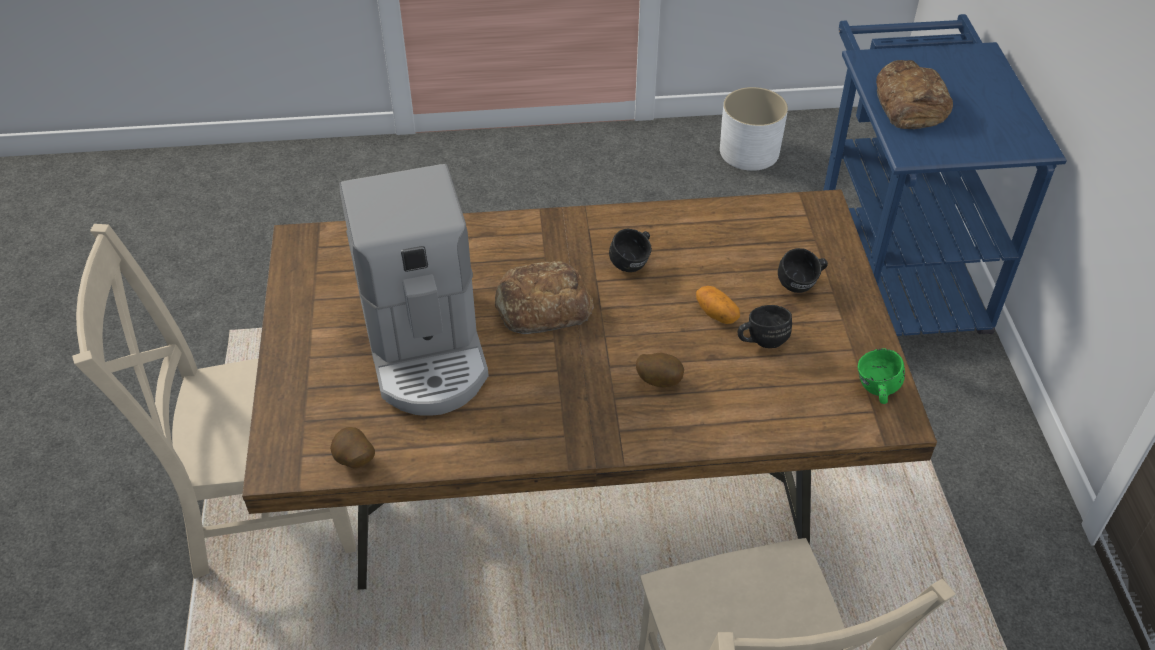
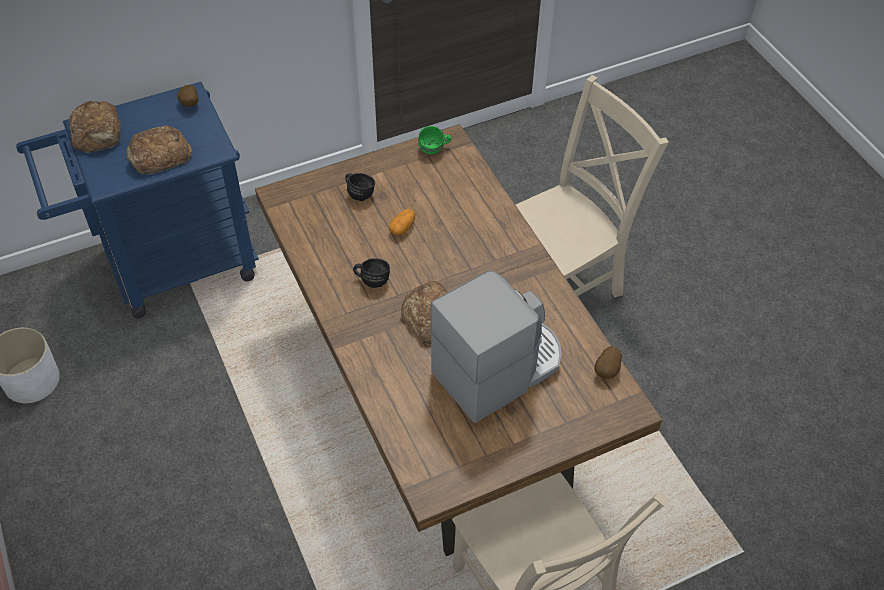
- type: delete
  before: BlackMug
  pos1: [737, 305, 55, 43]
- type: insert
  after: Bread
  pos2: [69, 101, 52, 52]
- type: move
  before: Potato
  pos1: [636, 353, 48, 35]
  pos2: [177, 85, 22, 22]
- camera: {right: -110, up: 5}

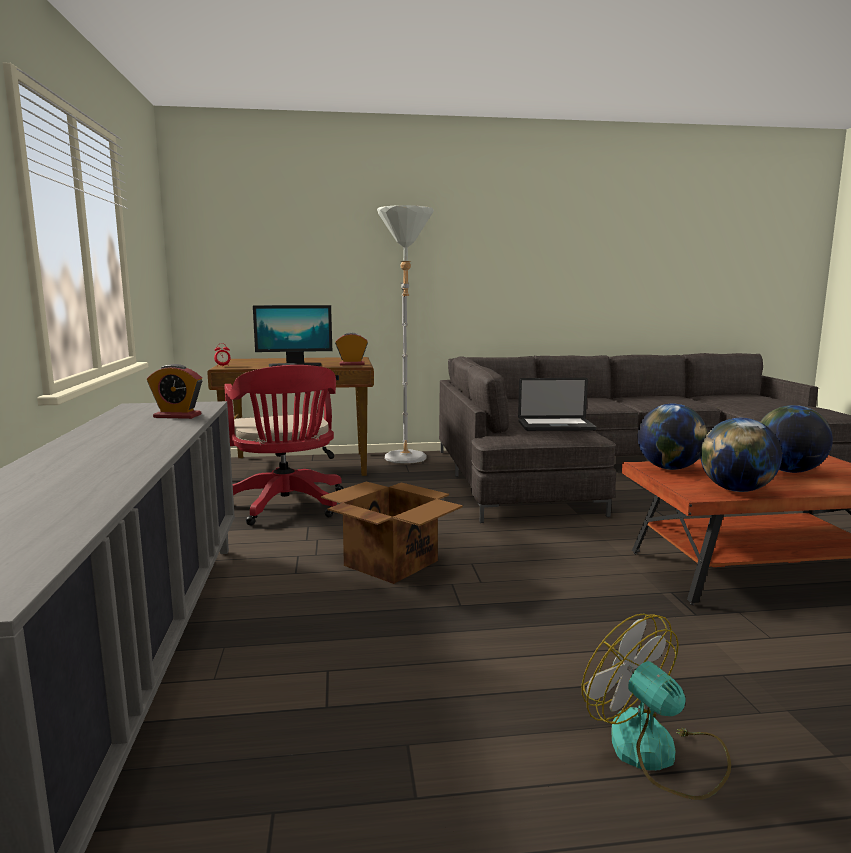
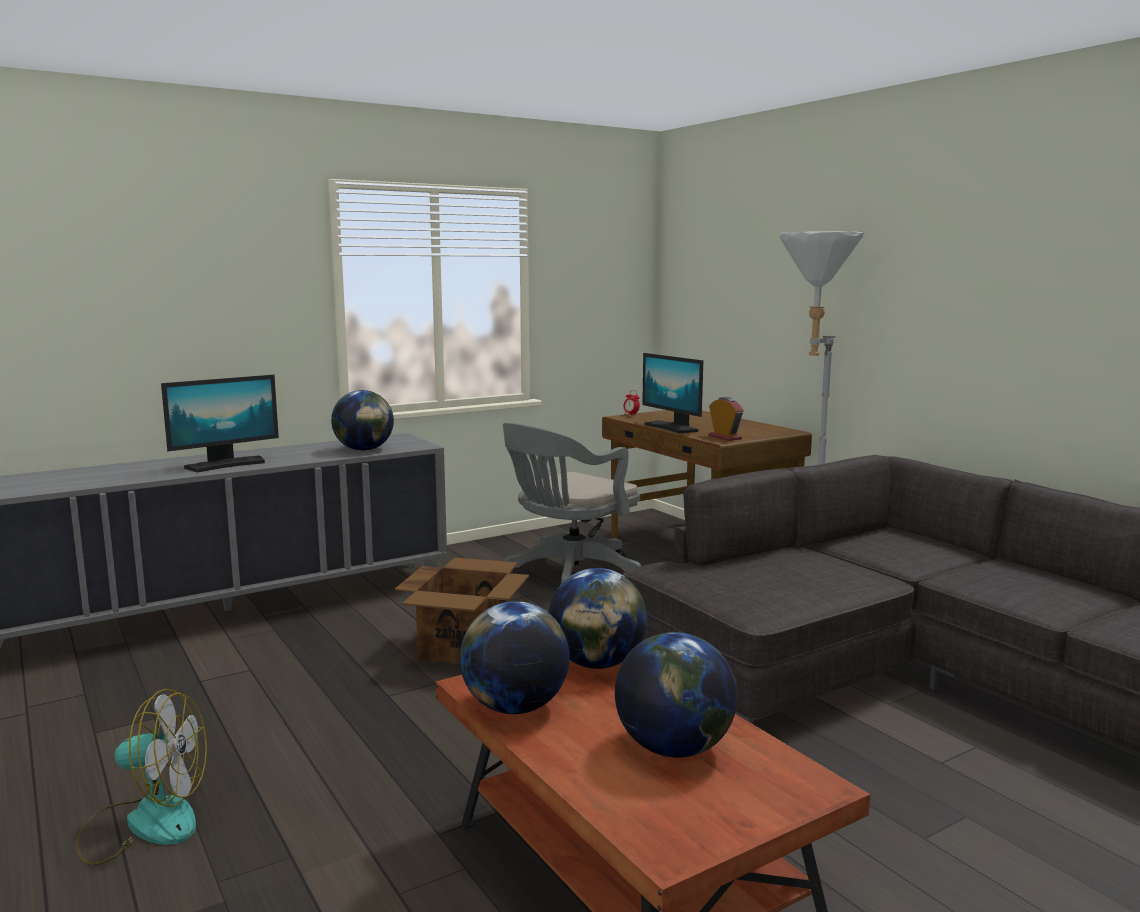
- type: delete
  before: Laptop
  pos1: [518, 378, 78, 53]
- type: insert
  after: Monitor
  pos2: [161, 375, 118, 97]
- type: replace
  before: AlarmClock
  after: Globe
  pos1: [147, 364, 55, 55]
  pos2: [331, 390, 63, 61]
- type: recolor
  before: RedOfficeChair
  after: GreyOfficeChair
  pos1: [224, 365, 120, 160]
  pos2: [503, 423, 138, 169]
- type: rotate
  before: Fan
  pos1: [582, 613, 149, 187]
  pos2: [76, 689, 131, 176]
  turn: 60
- camera: {right: 65, up: 0}

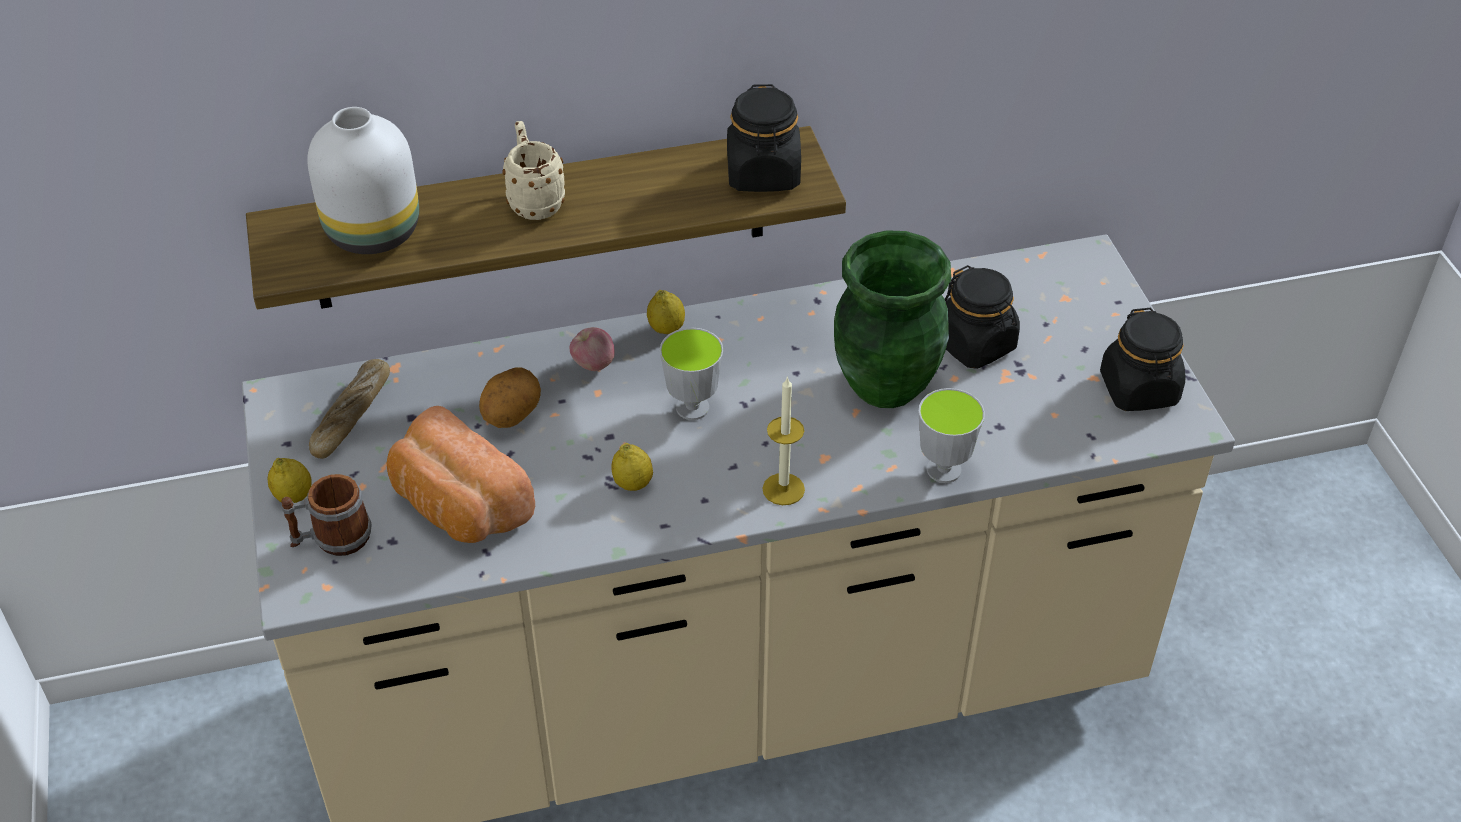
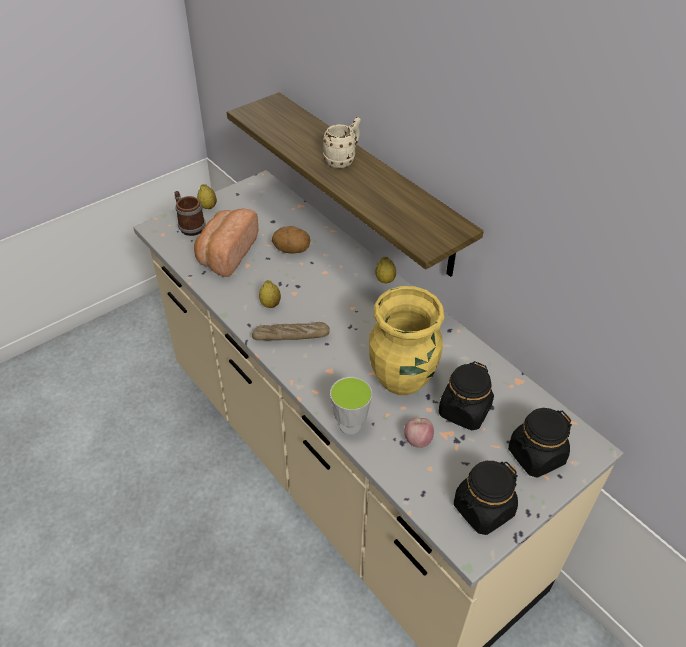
- type: delete
  before: WhiteVase
  pos1: [307, 107, 112, 147]
- type: delete
  before: Cup
  pos1: [660, 328, 63, 92]
- type: delete
  before: Candle
  pos1: [762, 376, 43, 129]
- type: move
  before: Bread
  pos1: [309, 359, 81, 100]
  pos2: [252, 322, 78, 18]
- type: move
  before: Apple
  pos1: [570, 327, 45, 44]
  pos2: [404, 418, 30, 30]
- type: move
  before: BlackJar
  pos1: [727, 84, 74, 108]
  pos2: [508, 408, 64, 70]
- type: recolor
  before: GreenVase
  after: YellowVase
  pos1: [834, 230, 117, 178]
  pos2: [369, 286, 75, 109]
- camera: {right: 65, up: 0}

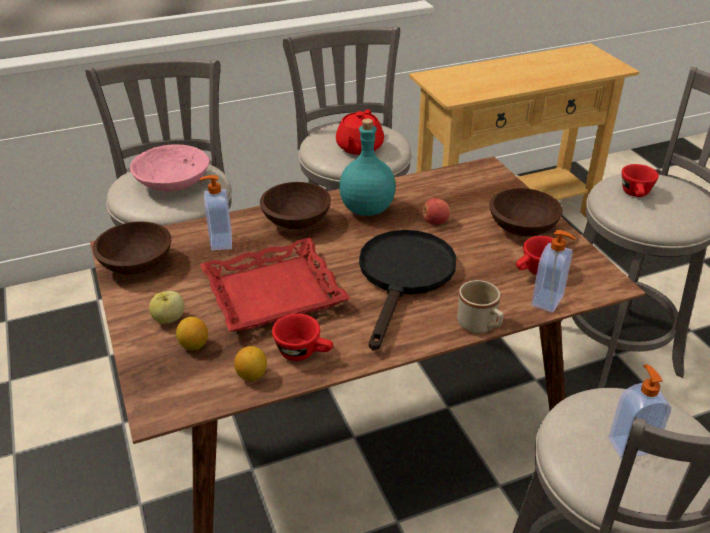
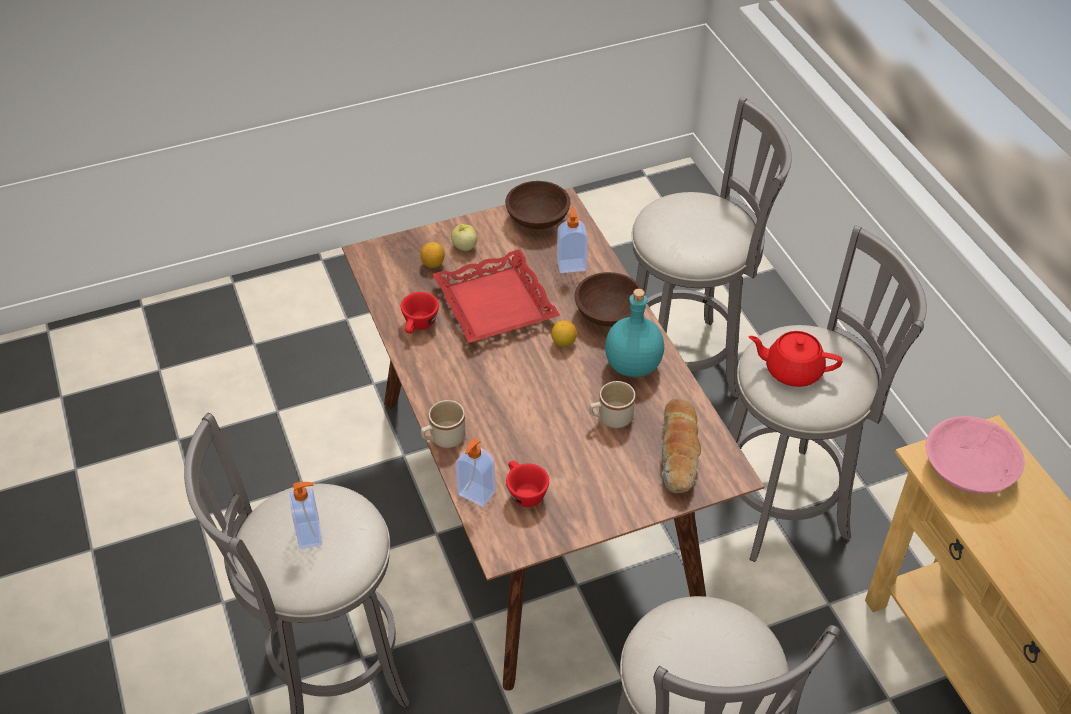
- type: delete
  before: BlackFryingPan
  pos1: [359, 230, 97, 121]
- type: delete
  before: BrownBowl
  pos1: [489, 188, 74, 48]
- type: delete
  before: RedCup
  pos1: [622, 164, 37, 33]
- type: insert
  after: Bread
  pos2: [662, 399, 39, 94]
- type: move
  before: PinkBowl
  pos1: [130, 144, 80, 48]
  pos2: [926, 416, 99, 78]
- type: move
  before: Lemon
  pos1: [234, 346, 33, 35]
  pos2: [551, 320, 26, 27]
- type: replace
  before: Apple
  after: BeigeMug
  pos1: [422, 198, 28, 27]
  pos2: [589, 381, 46, 47]
- camera: {right: 90, up: 10}

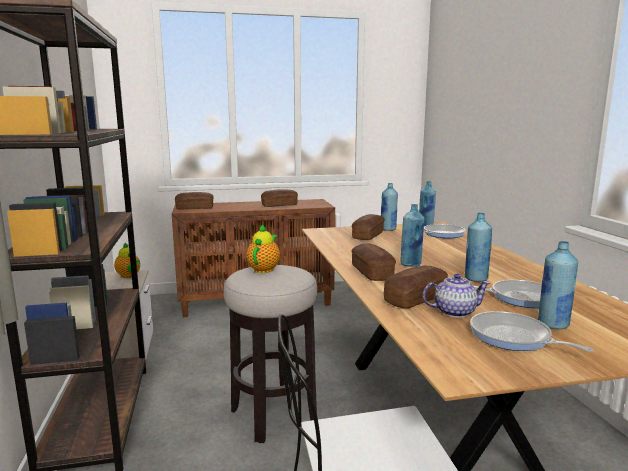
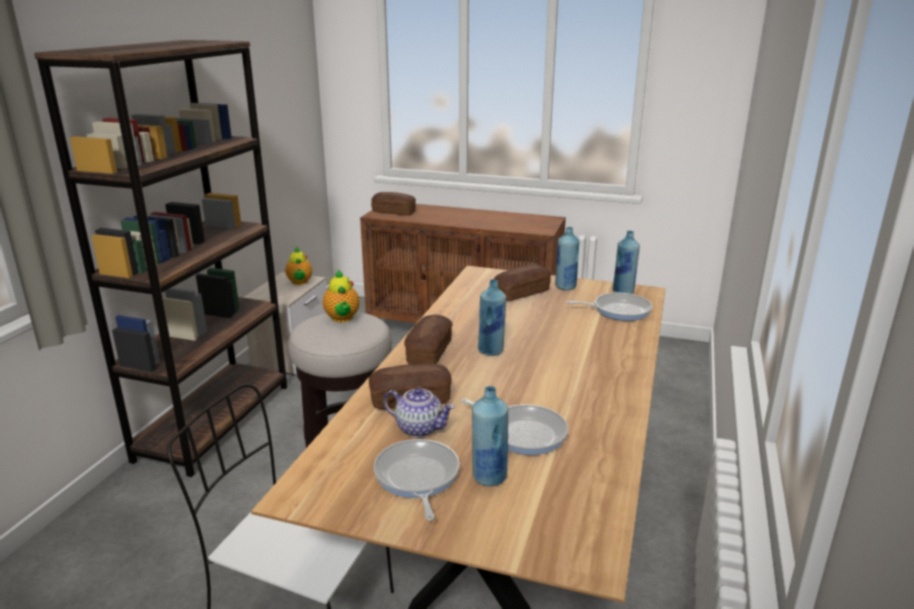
- type: delete
  before: Bread
  pos1: [261, 189, 37, 18]
- type: delete
  before: BlueBottle
  pos1: [465, 213, 27, 69]
- type: rotate
  before: Teapot
  pos1: [246, 224, 34, 49]
  pos2: [323, 270, 36, 52]
  turn: 120
- camera: {right: 30, up: 10}

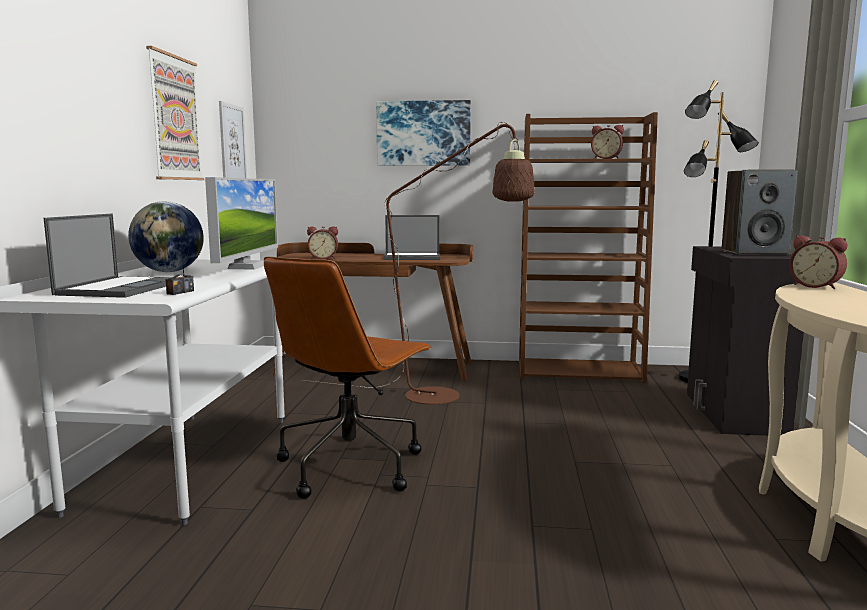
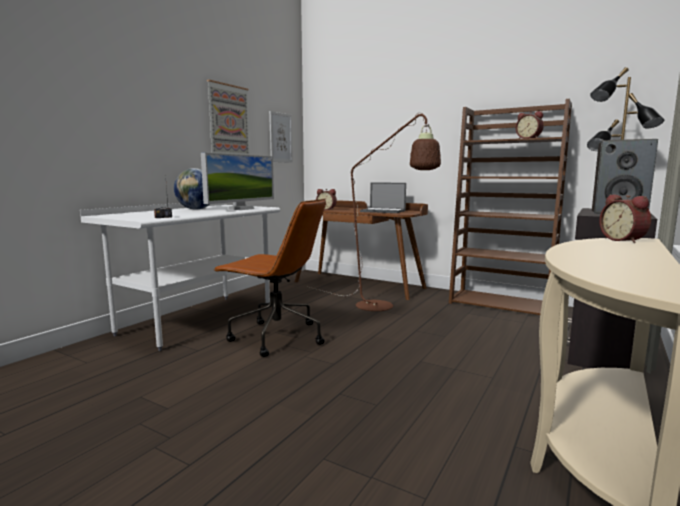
- type: delete
  before: Laptop
  pos1: [44, 214, 128, 84]
- type: delete
  before: Picture
  pos1: [376, 100, 95, 66]
- type: rotate
  before: BrownOfficeChair
  pos1: [264, 257, 168, 242]
  pos2: [213, 199, 113, 158]
  turn: -120
- camera: {right: 25, up: 0}

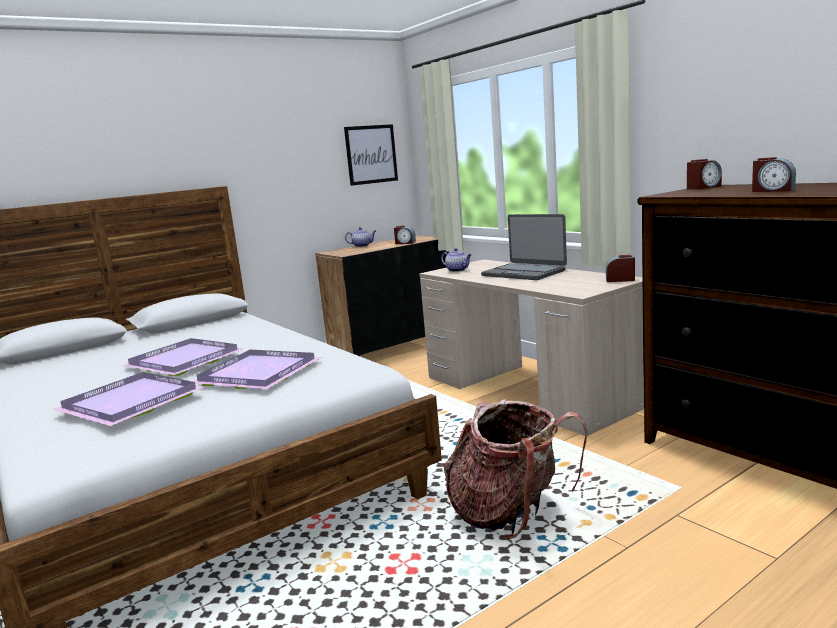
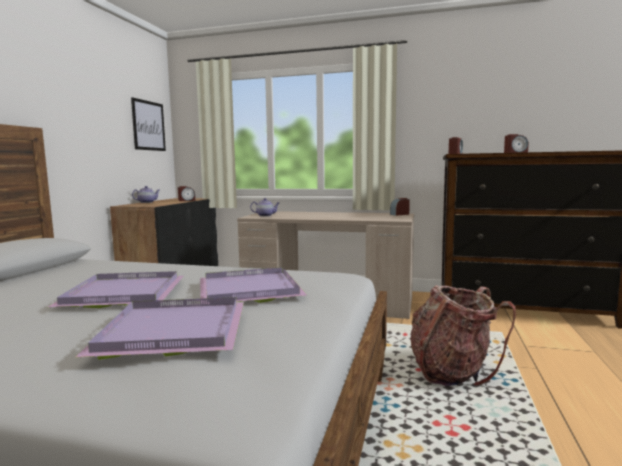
- type: delete
  before: Laptop
  pos1: [481, 214, 86, 66]
- camera: {right: -40, up: -5}

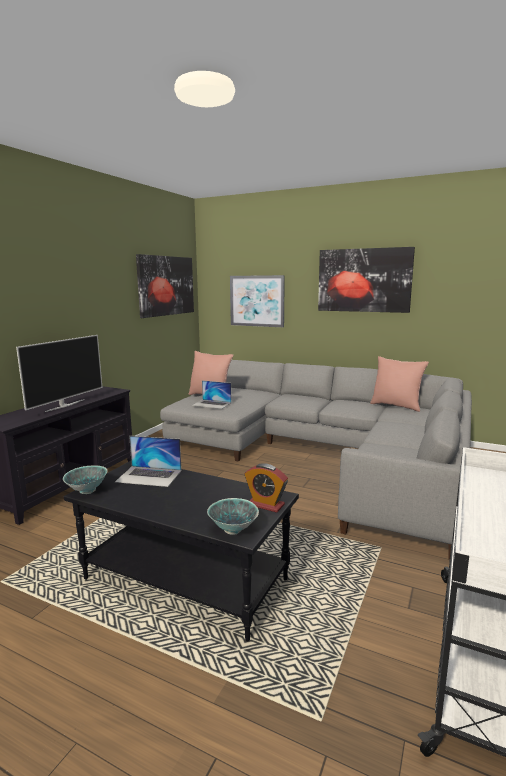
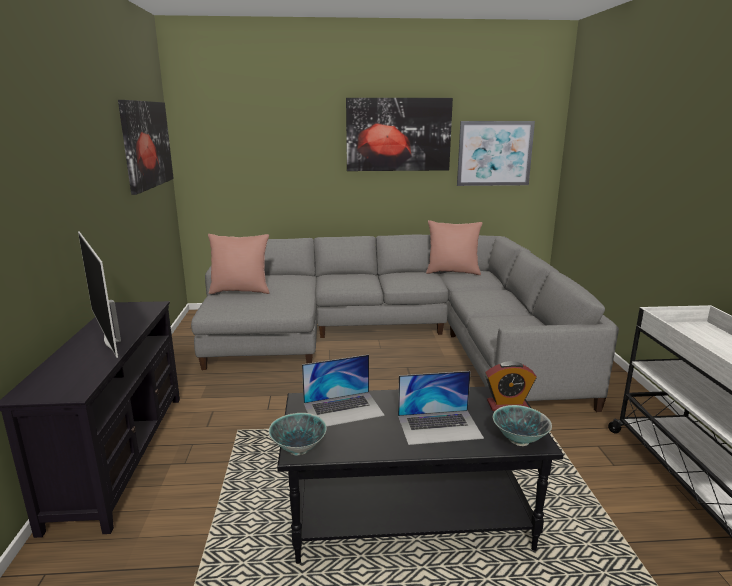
- type: move
  before: Laptop
  pos1: [192, 380, 40, 29]
  pos2: [398, 371, 86, 74]
- type: move
  before: Picture
  pos1: [230, 275, 55, 52]
  pos2: [457, 121, 78, 65]
- type: rotate
  before: Television
  pos1: [16, 335, 87, 77]
  pos2: [78, 231, 43, 127]
  turn: 150
- camera: {right: -30, up: 5}

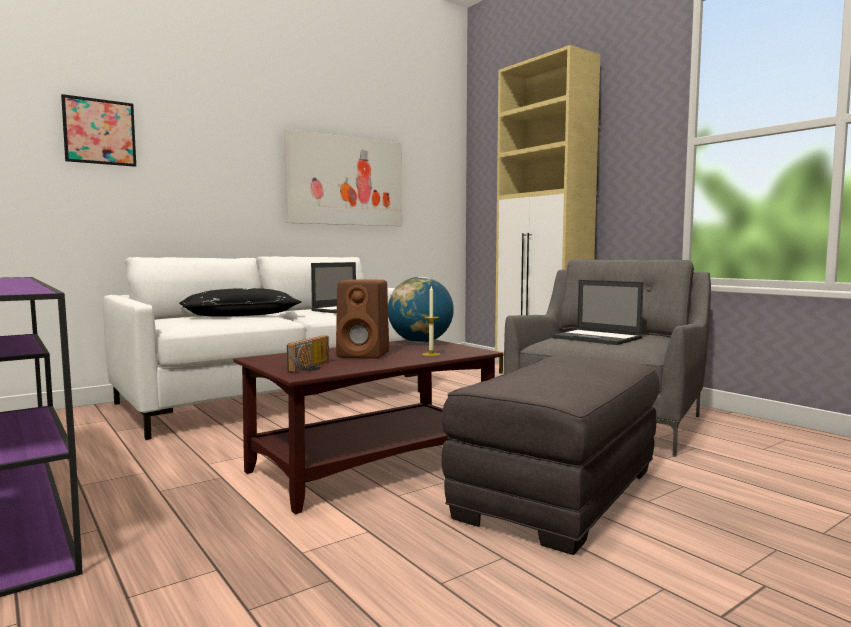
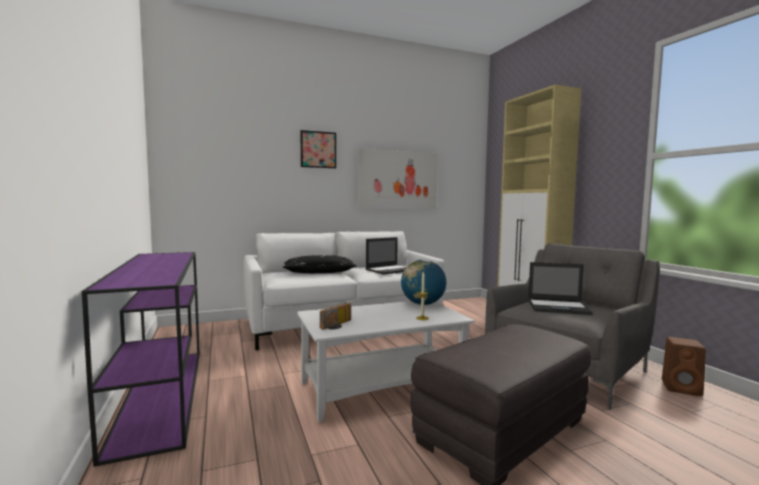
- type: move
  before: Picture
  pos1: [61, 94, 75, 73]
  pos2: [300, 130, 36, 38]
- type: move
  before: BrownSpeaker
  pos1: [336, 279, 53, 80]
  pos2: [662, 337, 44, 59]
- type: recolor
  before: BrownCoffeeTable
  after: WhiteCoffeeTable
  pos1: [233, 340, 270, 174]
  pos2: [297, 301, 178, 121]
- type: rotate
  before: Laptop
  pos1: [552, 280, 91, 65]
  pos2: [528, 262, 65, 53]
  turn: -45
- camera: {right: 15, up: 0}

